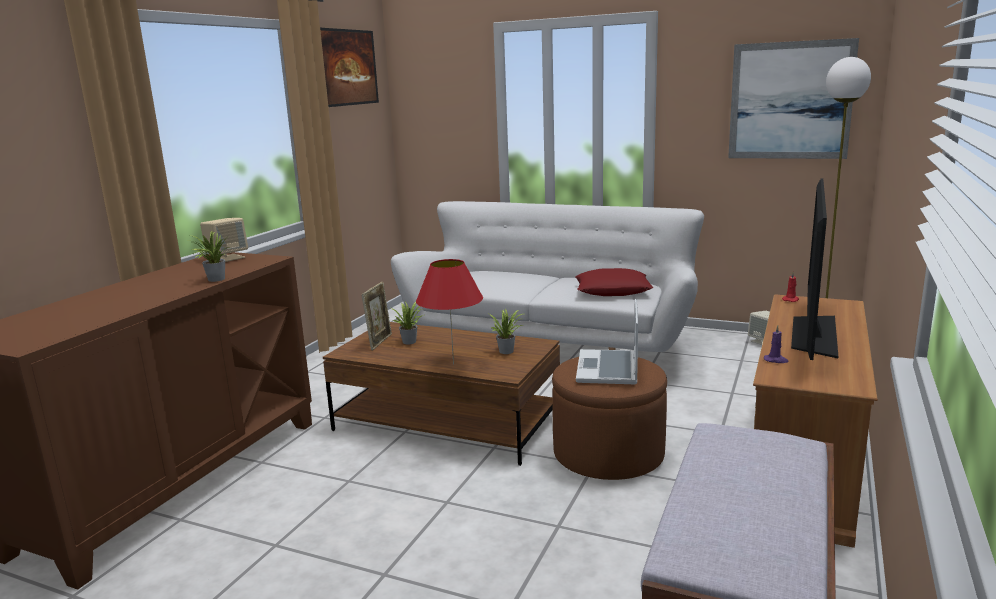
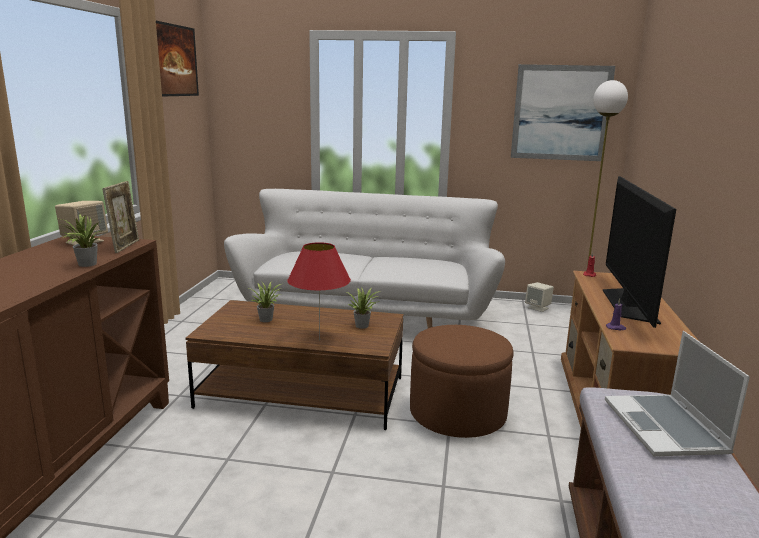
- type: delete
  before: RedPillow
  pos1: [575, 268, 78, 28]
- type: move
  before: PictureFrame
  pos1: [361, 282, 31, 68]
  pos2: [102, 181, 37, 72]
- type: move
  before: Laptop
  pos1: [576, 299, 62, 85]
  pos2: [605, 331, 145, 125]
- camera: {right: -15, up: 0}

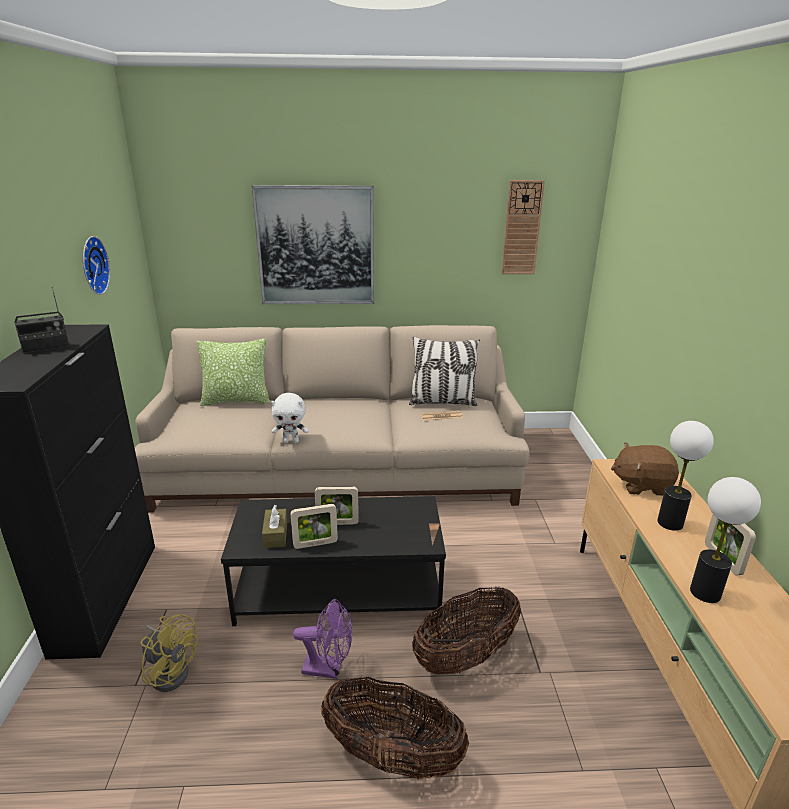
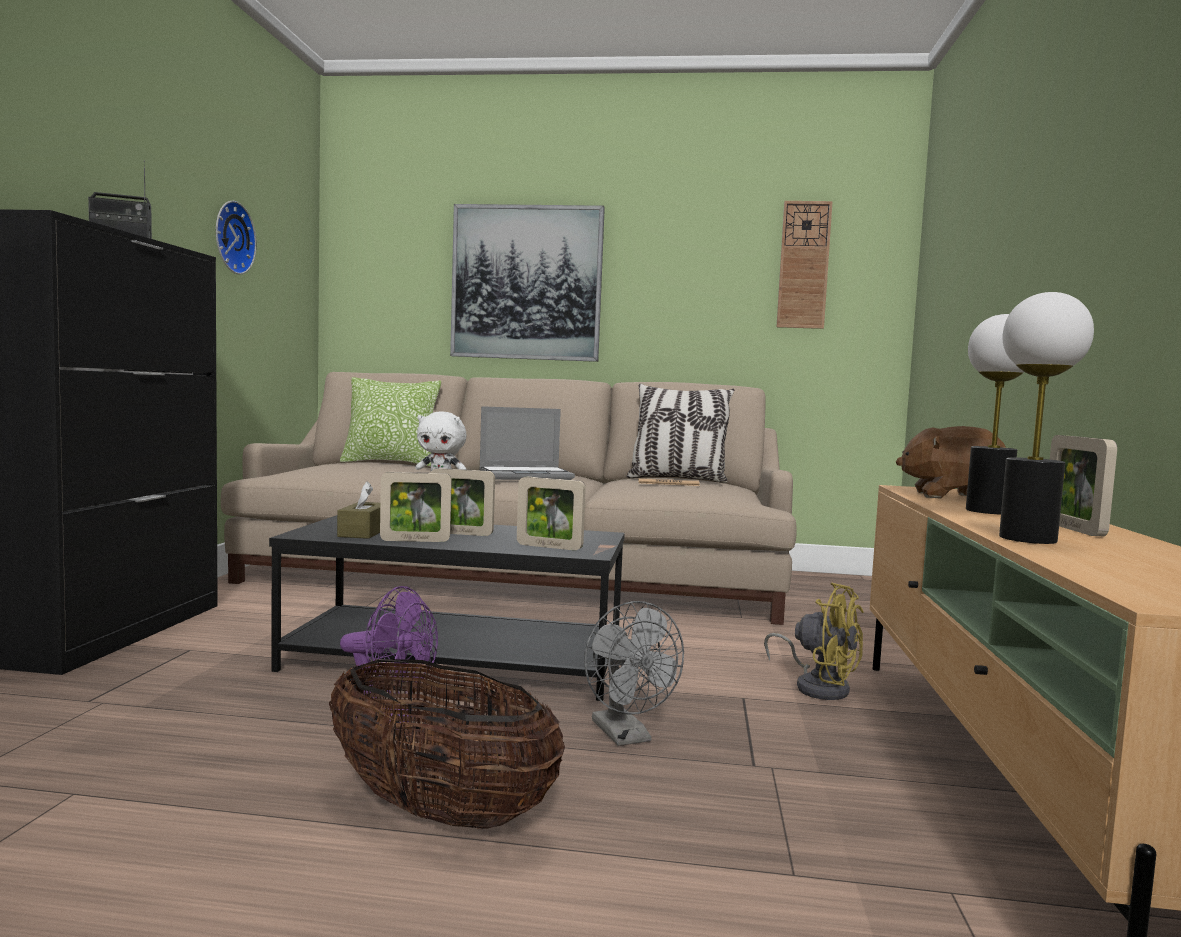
- type: insert
  after: Laptop
  pos2: [479, 406, 96, 74]
- type: insert
  after: PictureFrame
  pos2: [517, 477, 69, 73]
- type: move
  before: YellowFan
  pos1: [140, 614, 57, 78]
  pos2: [764, 583, 100, 117]
- type: replace
  before: Basket
  after: GreyFan
  pos1: [412, 586, 109, 89]
  pos2: [584, 601, 100, 145]
- camera: {right: 10, up: -20}

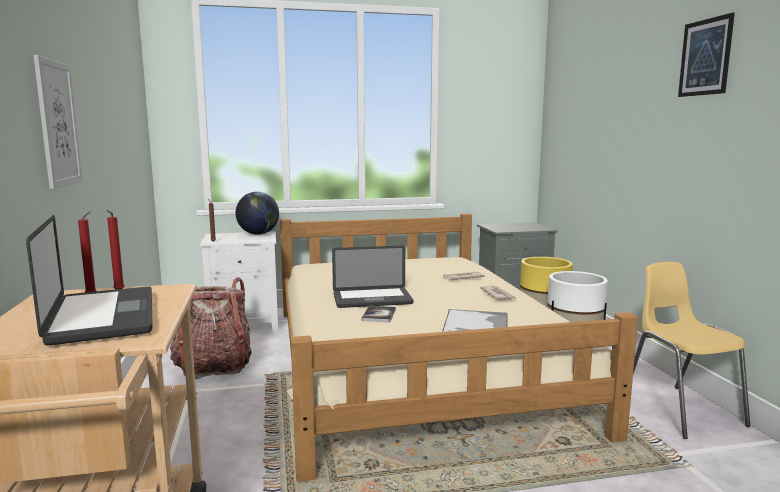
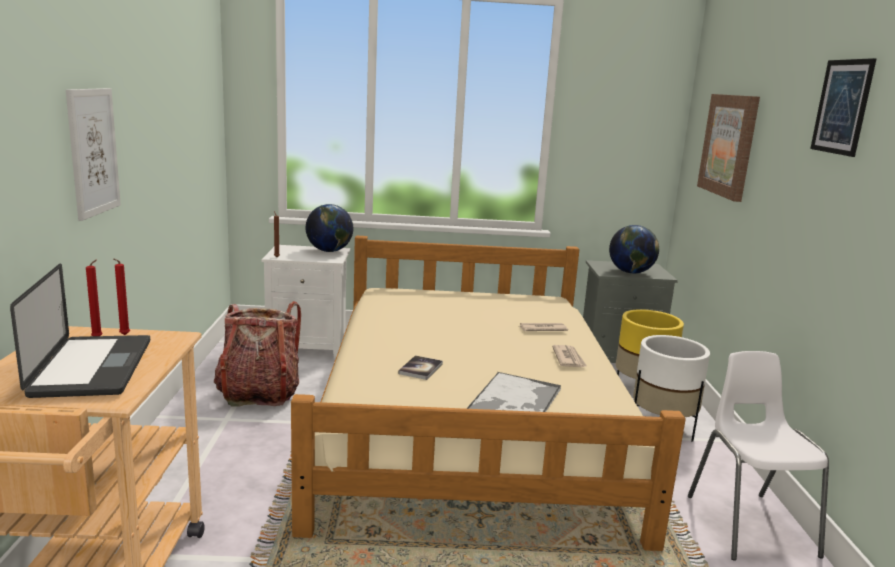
- type: delete
  before: Laptop
  pos1: [332, 246, 82, 62]
- type: insert
  after: Globe
  pos2: [609, 225, 50, 49]
- type: insert
  after: Picture
  pos2: [697, 94, 63, 108]
- type: recolor
  before: YellowChair
  after: WhiteChair
  pos1: [633, 262, 117, 177]
  pos2: [688, 351, 141, 210]
- camera: {right: 10, up: 5}

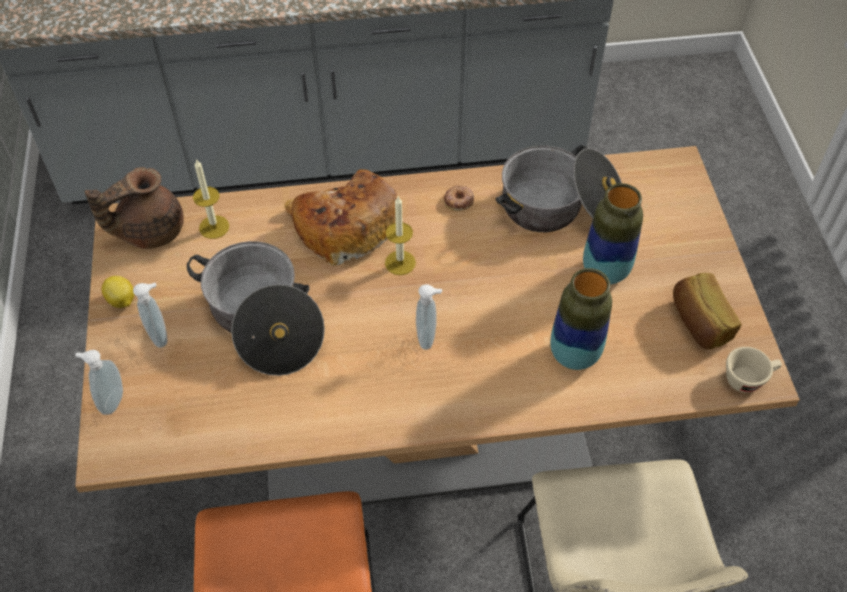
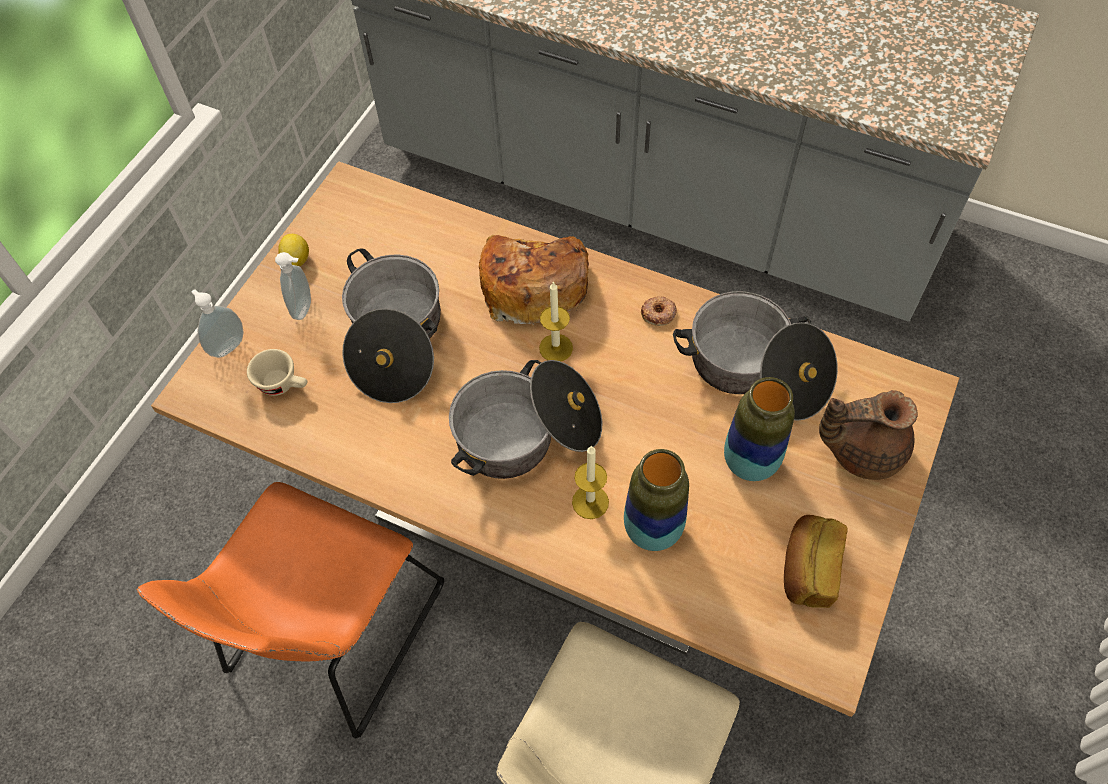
- type: move
  before: BrownTeapot
  pos1: [85, 167, 99, 82]
  pos2: [819, 390, 99, 90]
- type: move
  before: Candle
  pos1: [193, 159, 36, 80]
  pos2: [572, 445, 37, 74]
- type: move
  before: BeigeCup
  pos1: [726, 347, 56, 46]
  pos2: [247, 349, 61, 47]
- type: replace
  before: SoapDispenser
  after: CookingPot
  pos1: [416, 284, 26, 66]
  pos2: [449, 360, 153, 119]
- camera: {right: 35, up: 5}

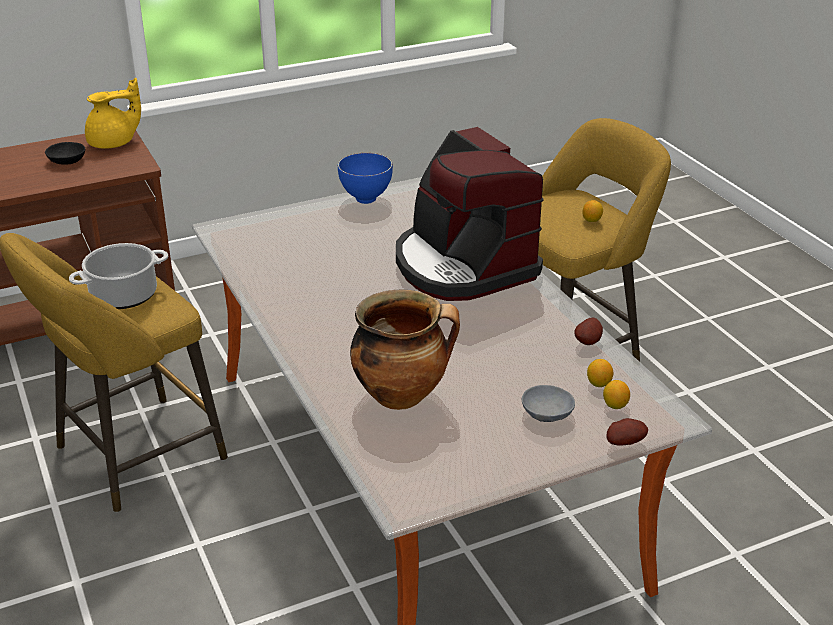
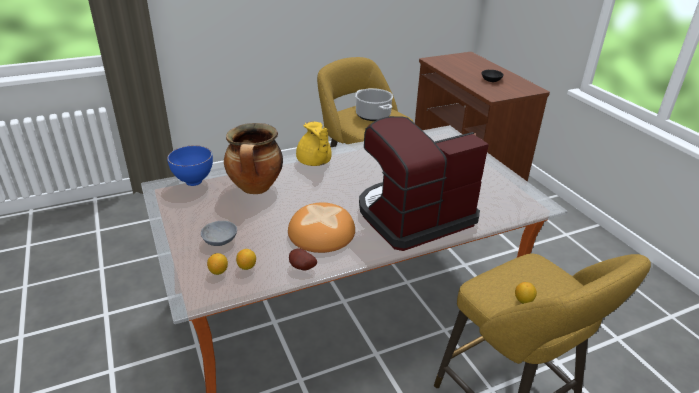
- type: delete
  before: Potato
  pos1: [606, 418, 42, 27]
- type: insert
  after: Bread
  pos2: [288, 202, 67, 51]
- type: move
  before: YellowTeapot
  pos1: [85, 78, 56, 71]
  pos2: [296, 122, 36, 44]
- type: move
  before: BlueBowl
  pos1: [338, 153, 55, 51]
  pos2: [167, 146, 46, 40]
- camera: {right: 90, up: 0}

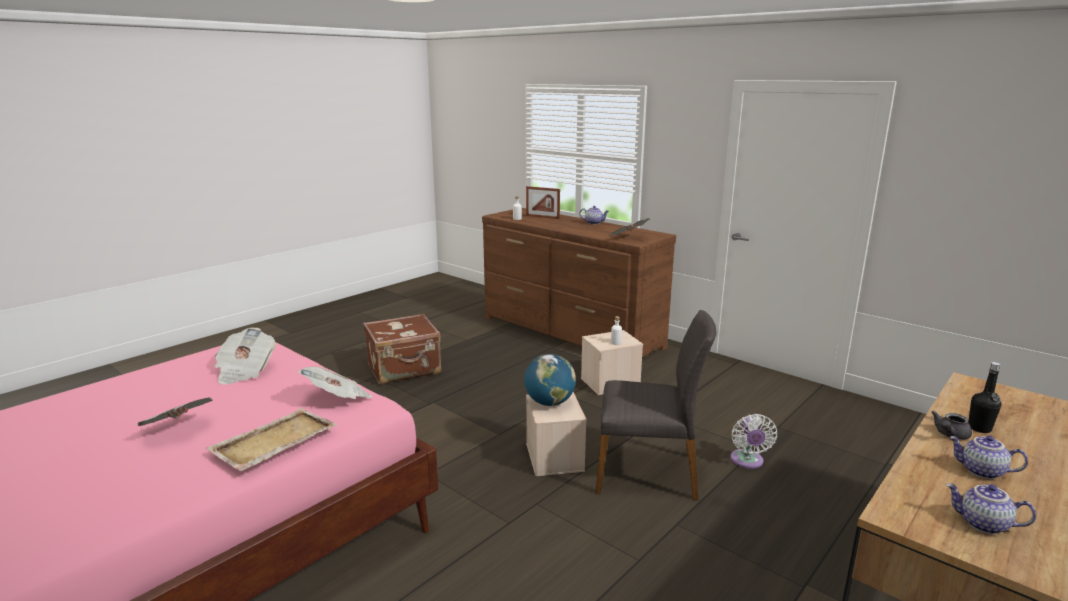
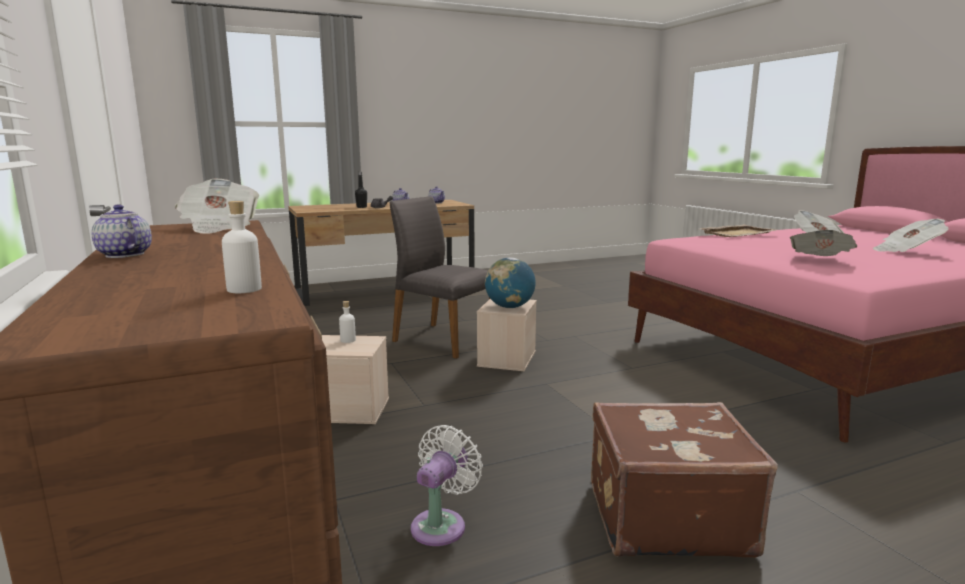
- type: delete
  before: PictureFrame
  pos1: [526, 186, 34, 33]
- type: move
  before: Newspaper
  pos1: [297, 367, 77, 32]
  pos2: [873, 219, 76, 33]
- type: move
  before: WhiteFan
  pos1: [730, 414, 47, 55]
  pos2: [411, 425, 72, 121]
- camera: {right: -155, up: -5}

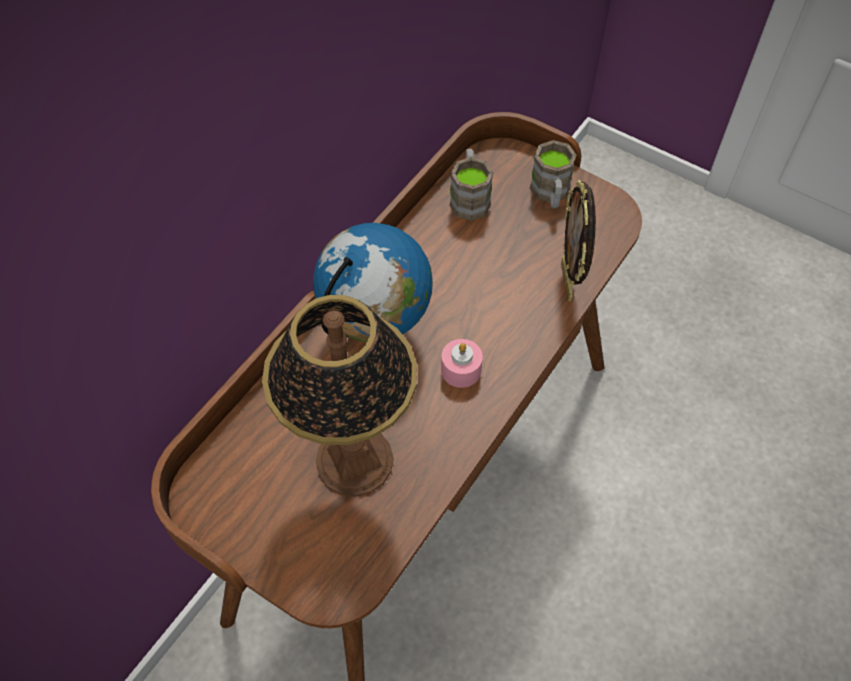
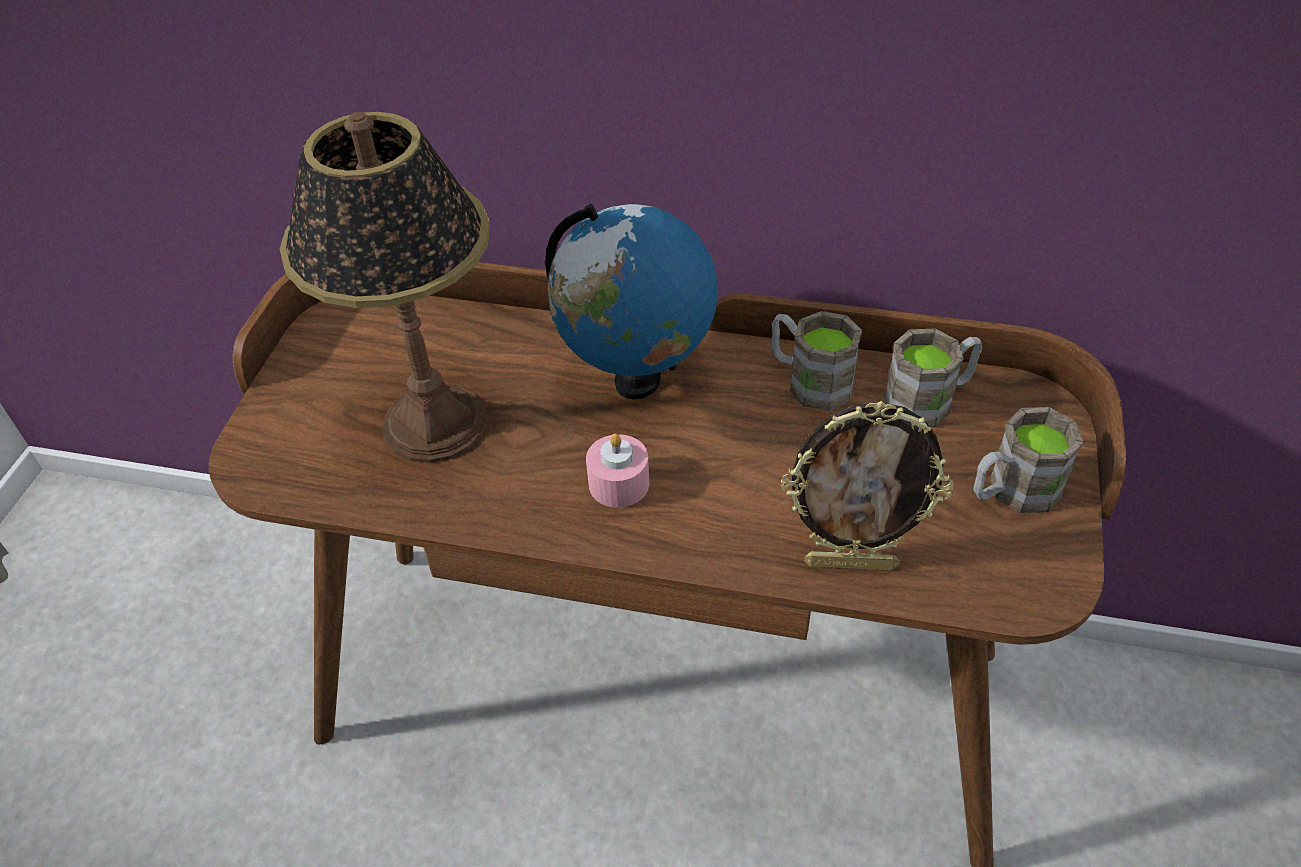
- type: insert
  after: BrownMug
  pos2: [772, 311, 90, 100]
- type: rotate
  before: PictureFrame
  pos1: [561, 179, 35, 123]
  pos2: [781, 401, 173, 170]
  turn: -150
- camera: {right: 70, up: -10}

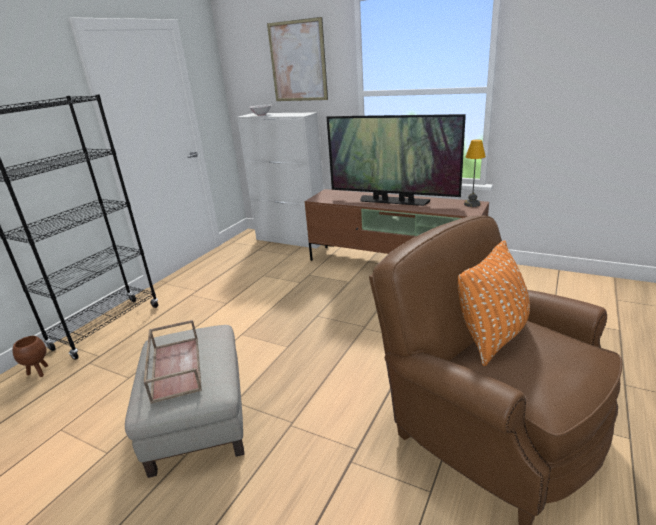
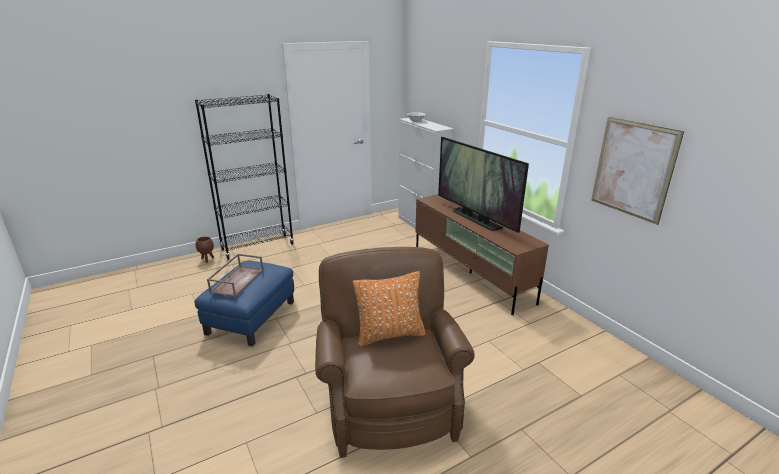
- type: delete
  before: TableLamp
  pos1: [464, 140, 22, 67]
- type: move
  before: Picture
  pos1: [267, 17, 61, 84]
  pos2: [591, 117, 93, 108]
- type: recolor
  before: GreyOttoman
  after: BlueOttoman
  pos1: [125, 325, 119, 153]
  pos2: [195, 261, 99, 85]
- camera: {right: 30, up: 0}

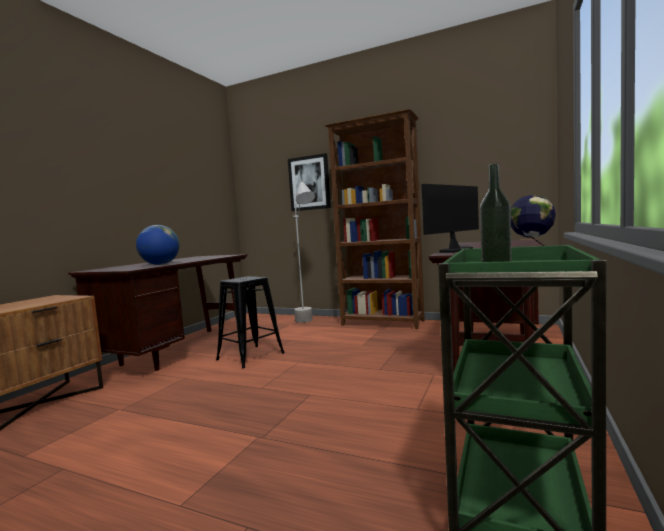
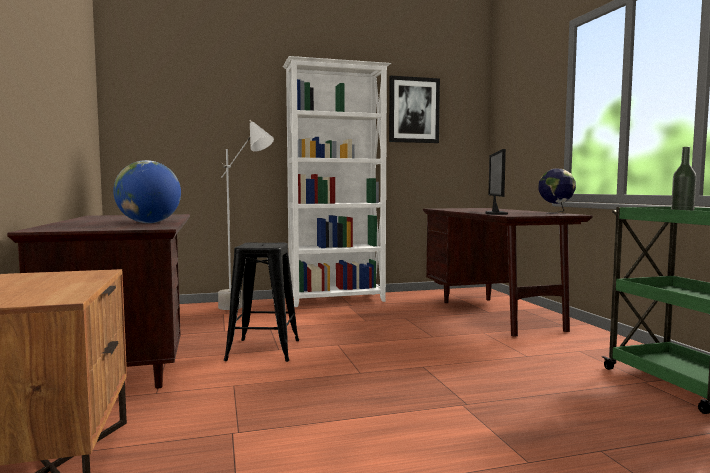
- type: move
  before: Picture
  pos1: [288, 153, 43, 58]
  pos2: [389, 76, 51, 67]
- type: recolor
  before: BrownBookcase
  after: WhiteBookcase
  pos1: [324, 109, 101, 220]
  pos2: [283, 56, 108, 251]
- camera: {right: -40, up: 0}

